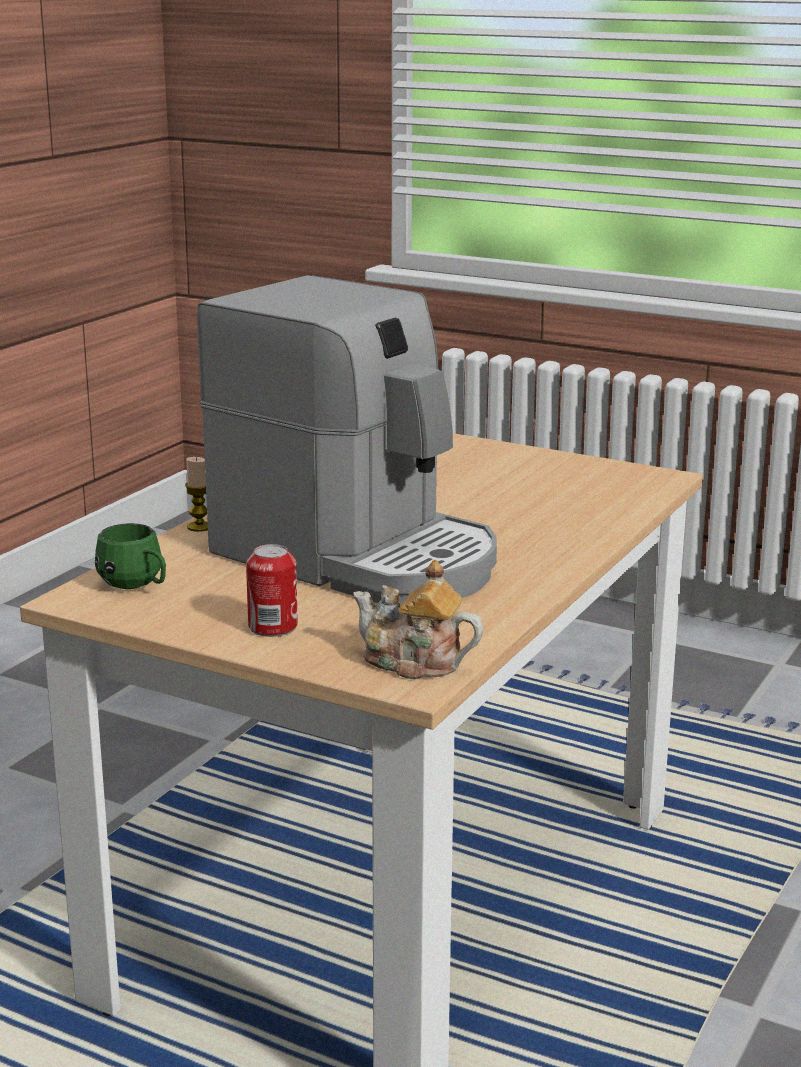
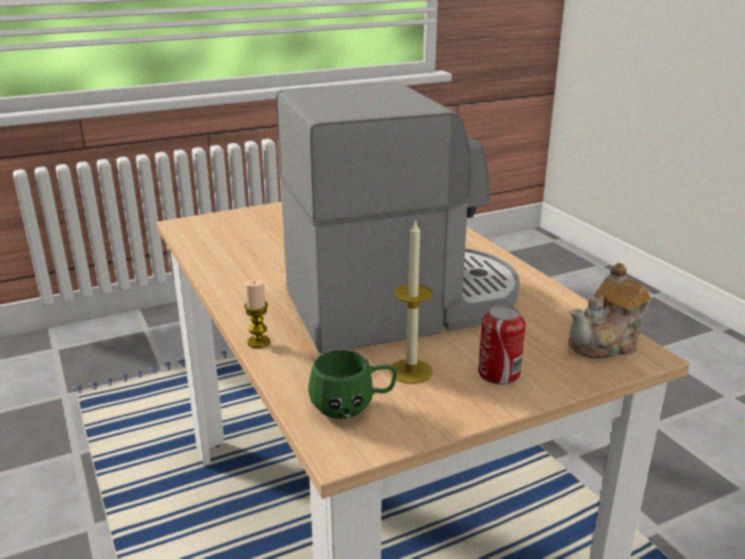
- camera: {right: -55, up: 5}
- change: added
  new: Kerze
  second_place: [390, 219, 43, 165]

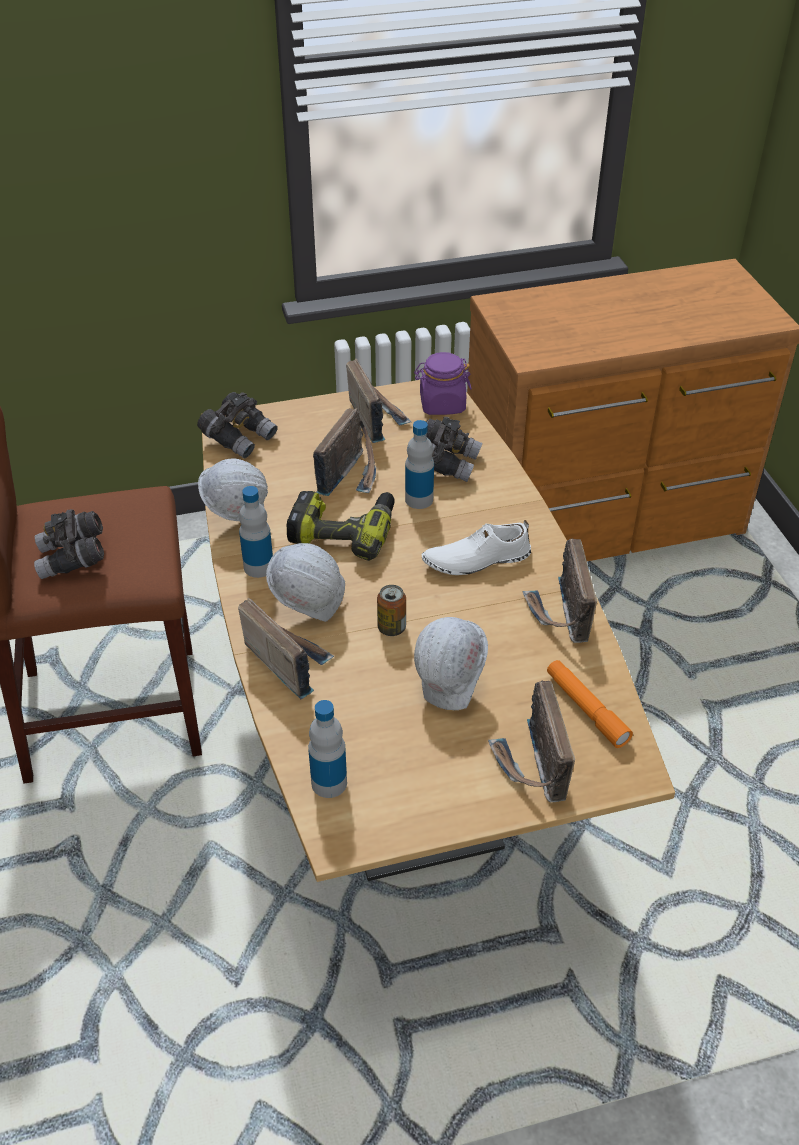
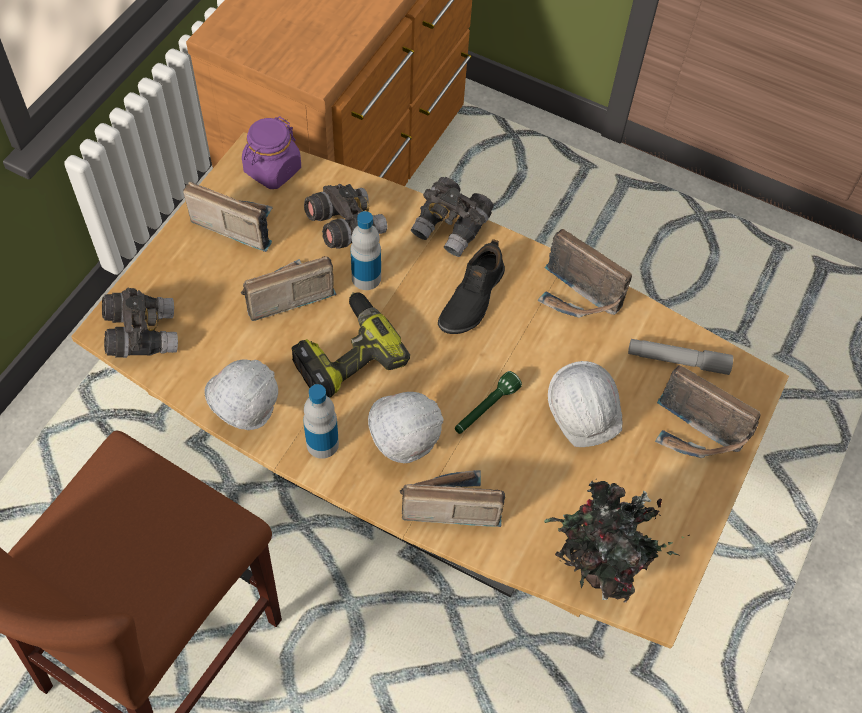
- camera: {right: -50, up: 15}
- change: moved
  old: Fernglas/grau
  first_place: [34, 509, 70, 70]
  second_place: [411, 177, 83, 80]
- change: replaced
  old: Flasche
  new: Topfpflanze
  first_place: [308, 700, 39, 98]
  second_place: [544, 481, 145, 122]
- change: replaced
  old: Dose
  new: Taschenlampe/grün
  first_place: [377, 585, 29, 51]
  second_place: [455, 371, 67, 63]
- change: recoloured
  old: Schuh/weiß
  new: Schuh/schwarz
  first_place: [422, 520, 109, 55]
  second_place: [438, 239, 67, 95]
- change: recoloured
  old: Taschenlampe/orange
  new: Taschenlampe/grau
  first_place: [547, 660, 86, 88]
  second_place: [628, 339, 105, 36]
- change: turned
  old: Radio
  first_place: [313, 408, 63, 88]
  second_place: [241, 256, 95, 65]
  degrees: -90

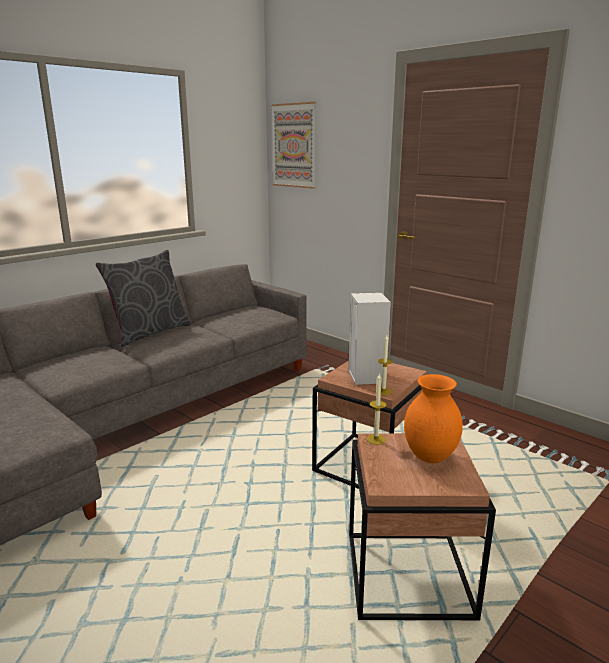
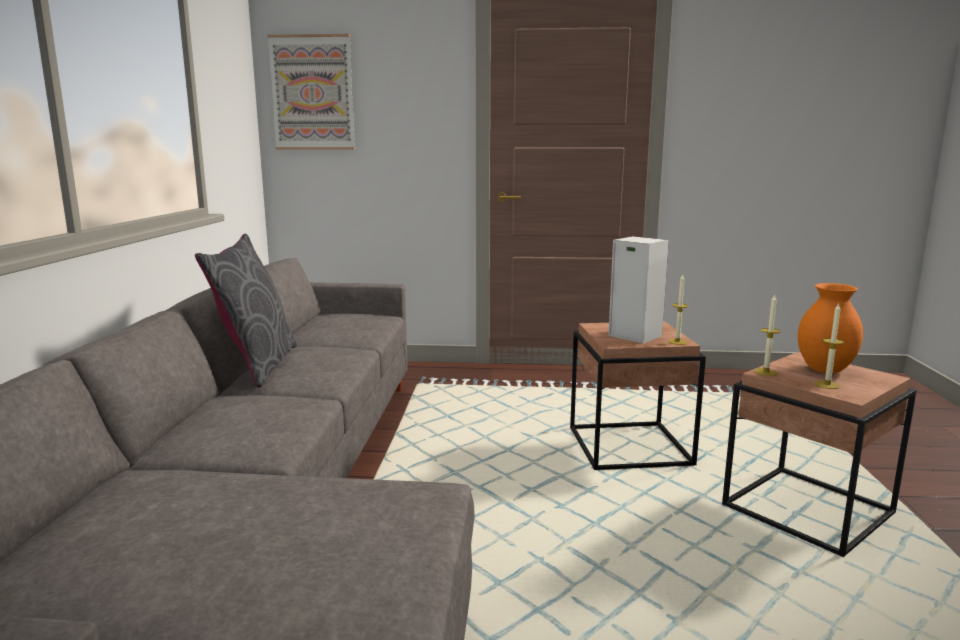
- camera: {right: -40, up: -5}
- change: added
  new: Kerze
  second_place: [815, 303, 29, 86]

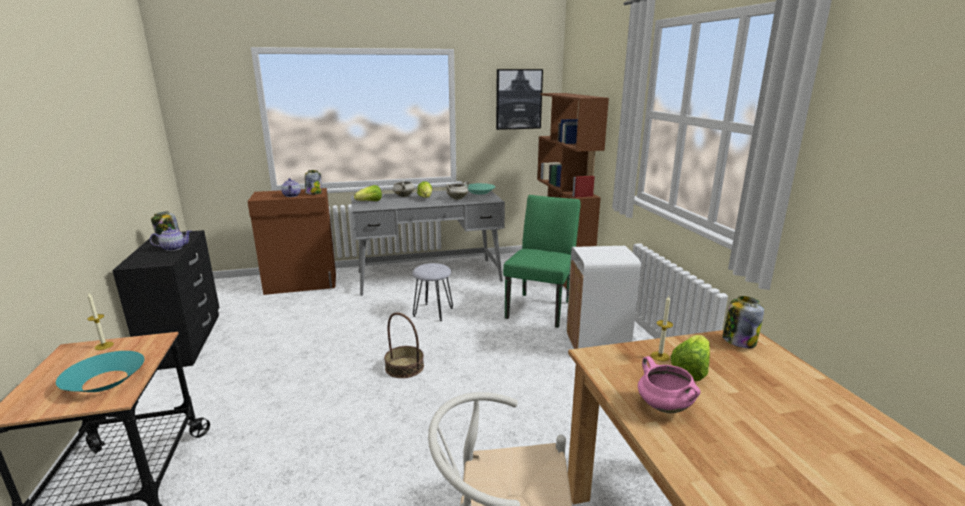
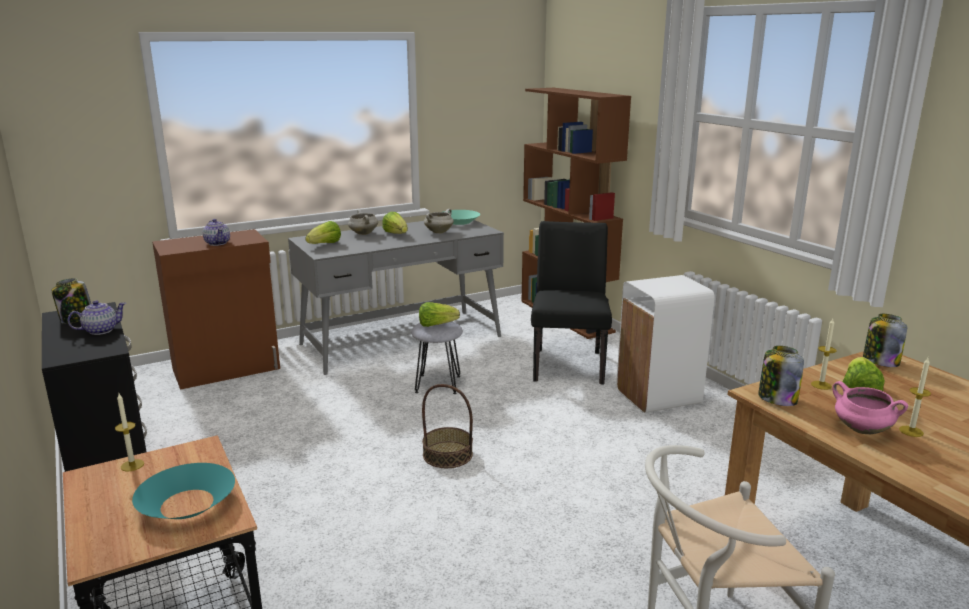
- camera: {right: -15, up: 0}
- change: removed
  old: Bild
  first_place: [496, 69, 47, 61]
- change: added
  new: Salatkopf
  second_place: [419, 302, 41, 25]
- change: added
  new: Kerze
  second_place: [899, 358, 32, 79]
- change: moved
  old: Vorratsglas
  first_place: [305, 170, 17, 24]
  second_place: [758, 346, 46, 60]
- change: recoloured
  old: Stuhl/grün
  new: Stuhl/schwarz
  first_place: [503, 195, 78, 133]
  second_place: [531, 221, 81, 163]

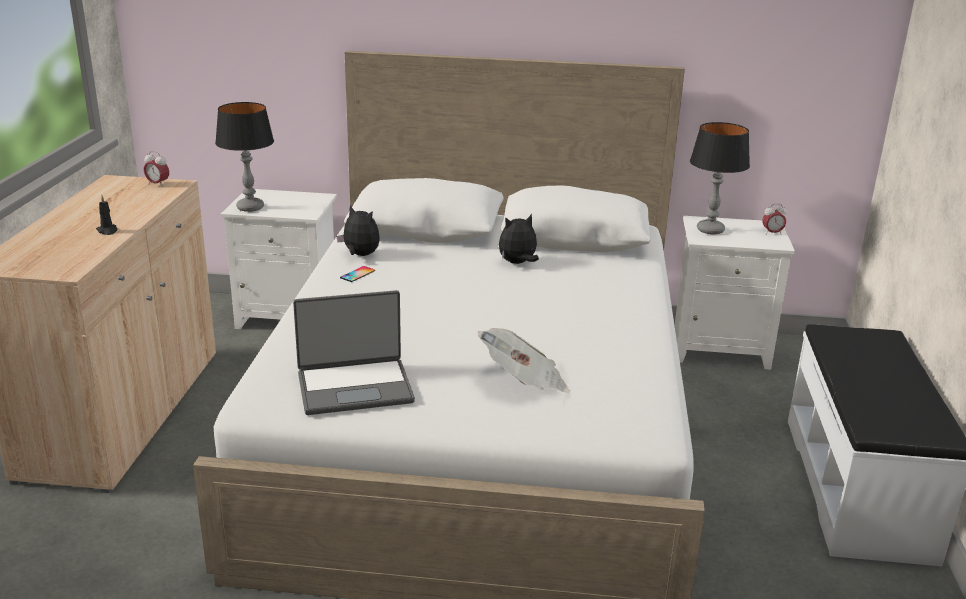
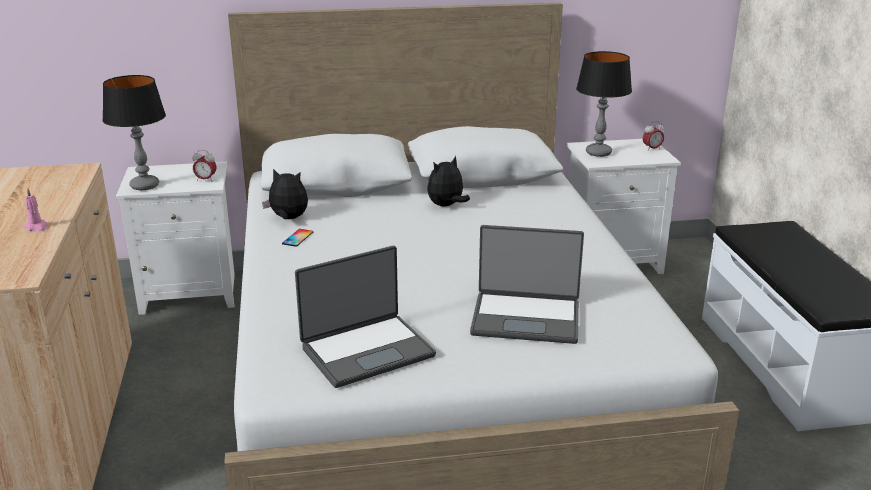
- camera: {right: -15, up: 0}
- change: moved
  old: Wecker
  first_place: [144, 151, 25, 36]
  second_place: [193, 150, 24, 32]
- change: replaced
  old: Zeitung
  new: Laptop
  first_place: [478, 328, 92, 65]
  second_place: [470, 225, 114, 119]
- change: recoloured
  old: Kerze/schwarz
  new: Kerze/rosa
  first_place: [96, 195, 21, 40]
  second_place: [23, 188, 25, 43]

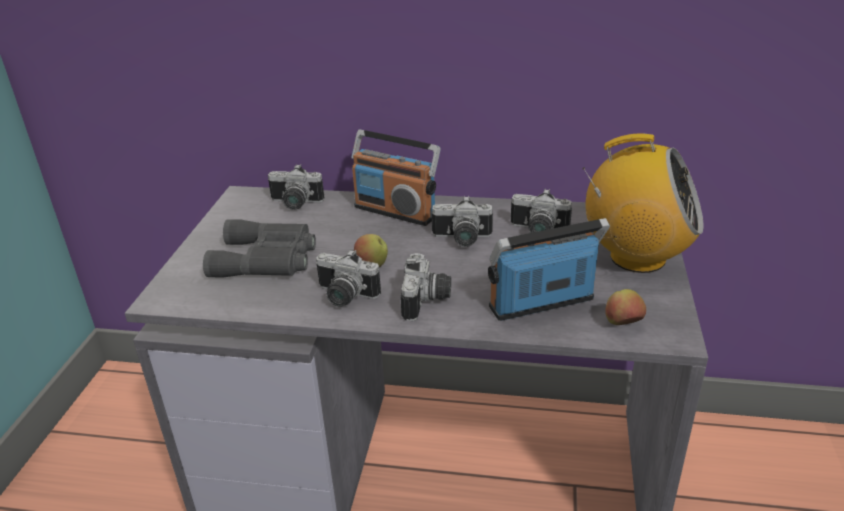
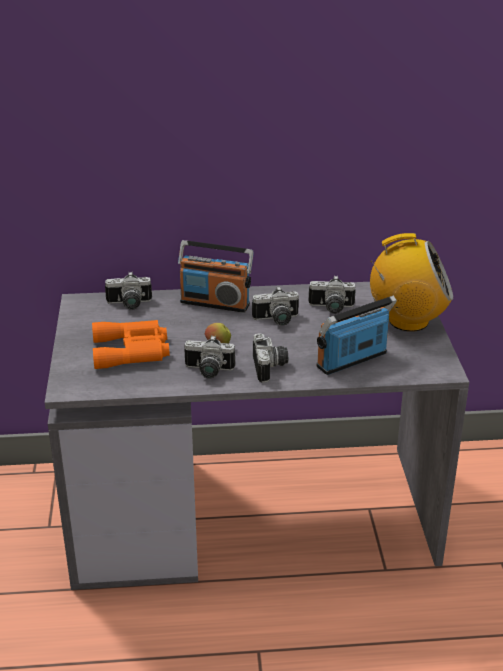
- camera: {right: -15, up: 0}
- change: removed
  old: Apfel
  first_place: [605, 289, 41, 36]
- change: recoloured
  old: Fernglas/grau
  new: Fernglas/orange
  first_place: [203, 219, 113, 59]
  second_place: [92, 320, 78, 49]

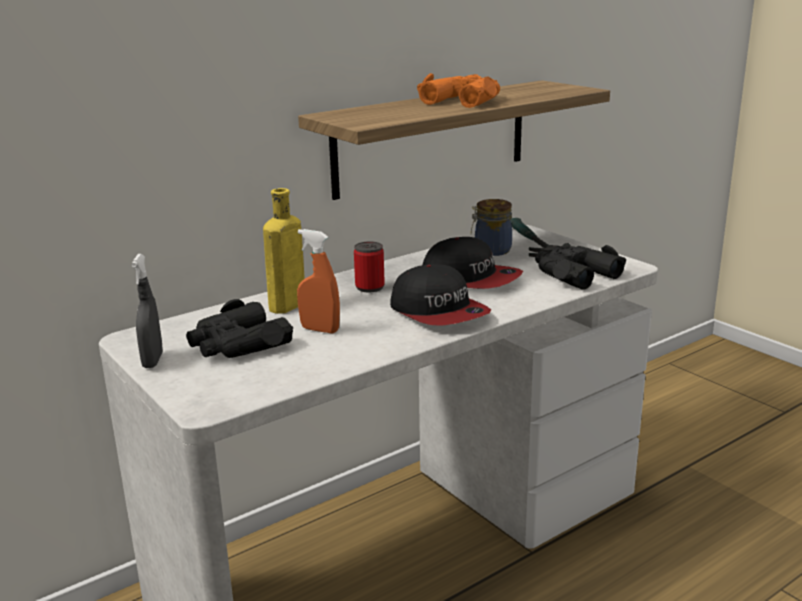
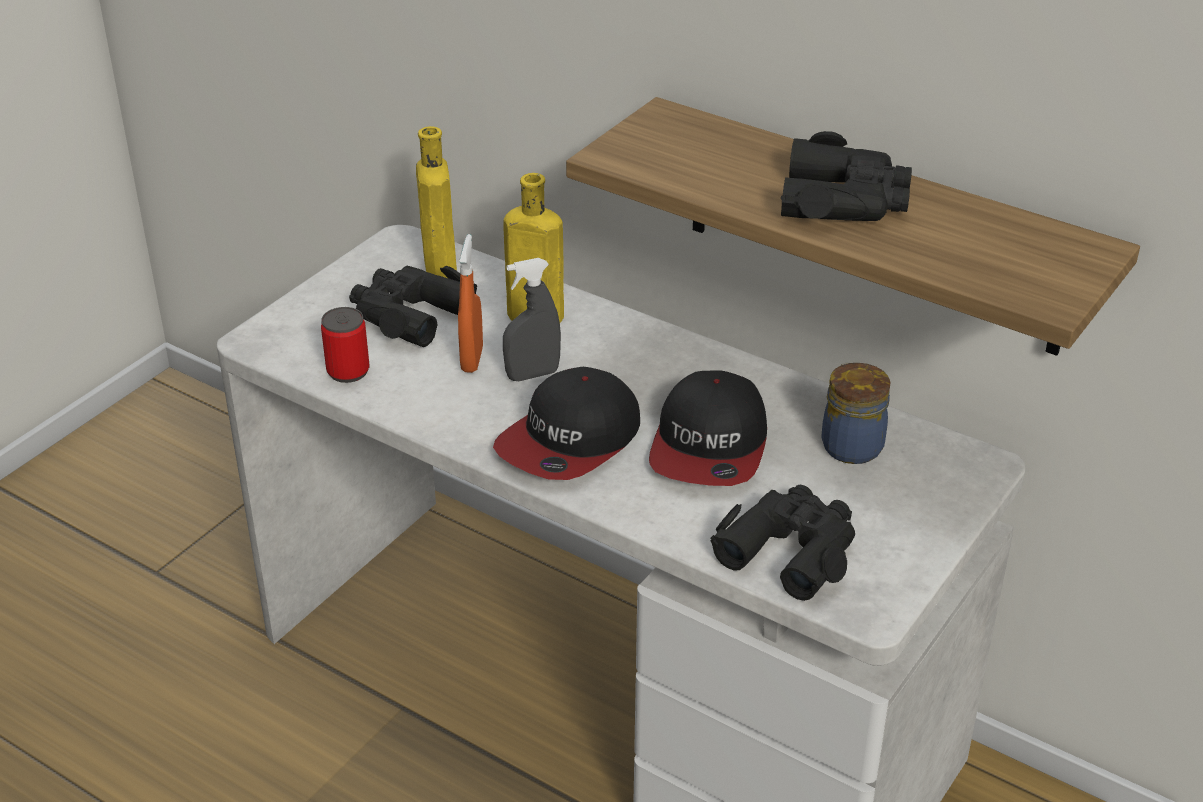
- camera: {right: 70, up: 15}
- change: removed
  old: Hammer
  first_place: [510, 218, 61, 39]
- change: added
  new: Flasche/gelb
  second_place: [416, 126, 41, 152]
- change: moved
  old: Sprühflasche/grau
  first_place: [131, 254, 32, 114]
  second_place: [503, 258, 58, 123]
- change: moved
  old: Dose
  first_place: [354, 241, 31, 51]
  second_place: [321, 307, 48, 76]
- change: recoloured
  old: Fernglas/orange
  new: Fernglas/schwarz
  first_place: [417, 73, 83, 35]
  second_place: [781, 131, 131, 90]

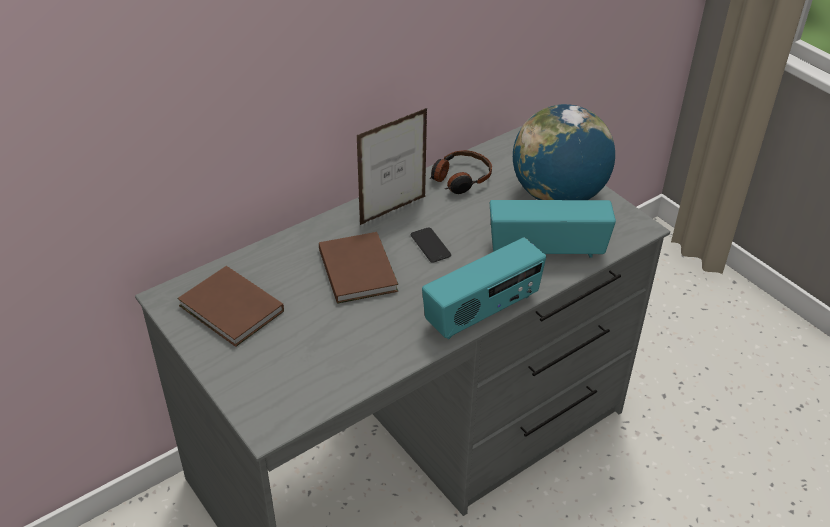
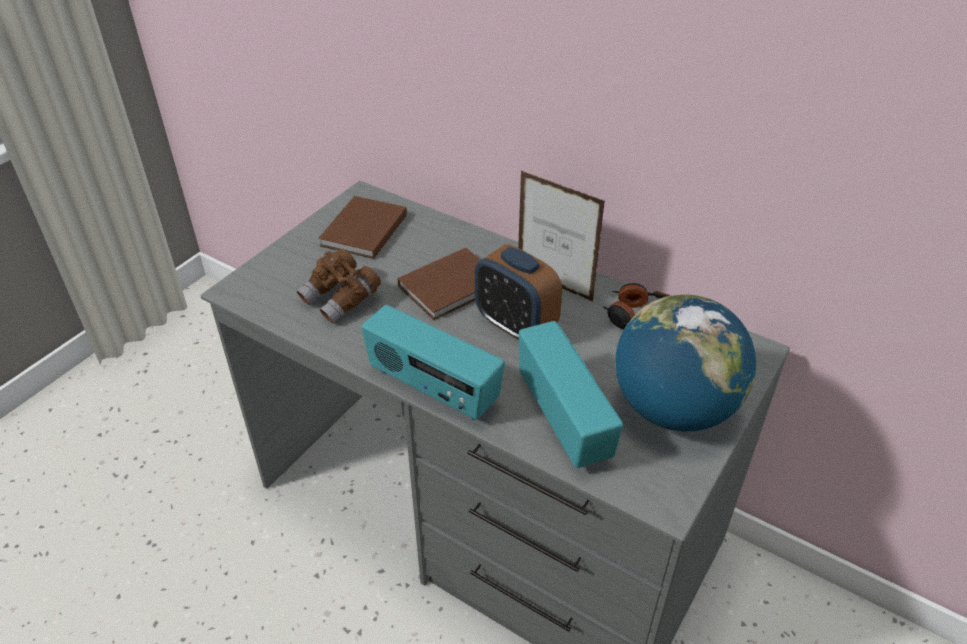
- camera: {right: 70, up: 0}
- change: added
  new: Fernglas/braun
  second_place: [297, 249, 84, 74]
- change: replaced
  old: Handy
  new: Wecker
  first_place: [411, 227, 40, 36]
  second_place: [475, 244, 87, 97]

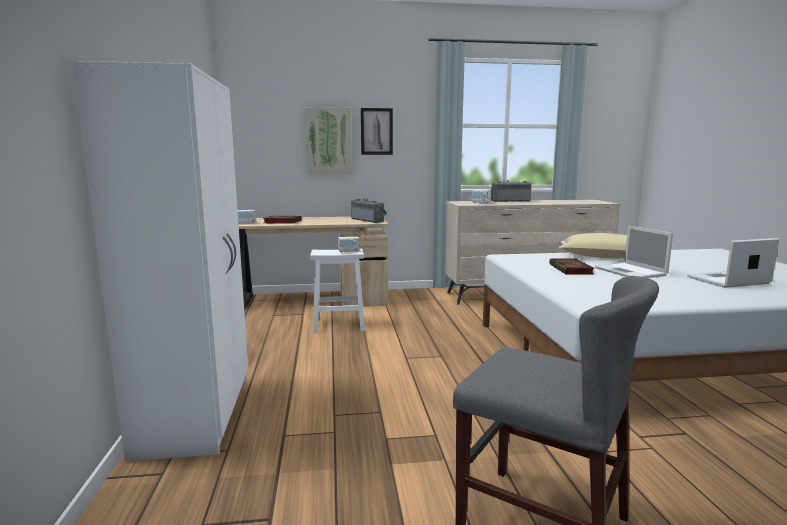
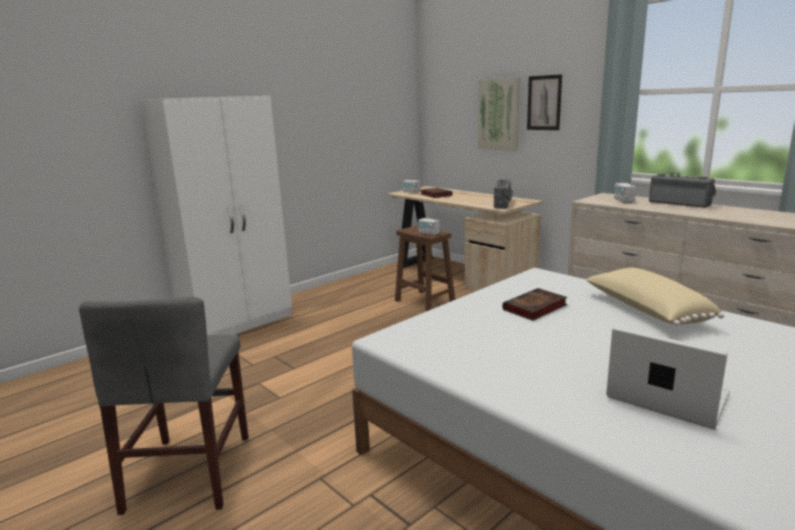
- camera: {right: 55, up: 5}
- change: removed
  old: Laptop
  first_place: [595, 226, 78, 52]
- change: recoloured
  old: Hocker/weiß
  new: Hocker/braun
  first_place: [310, 249, 55, 84]
  second_place: [395, 226, 60, 86]

